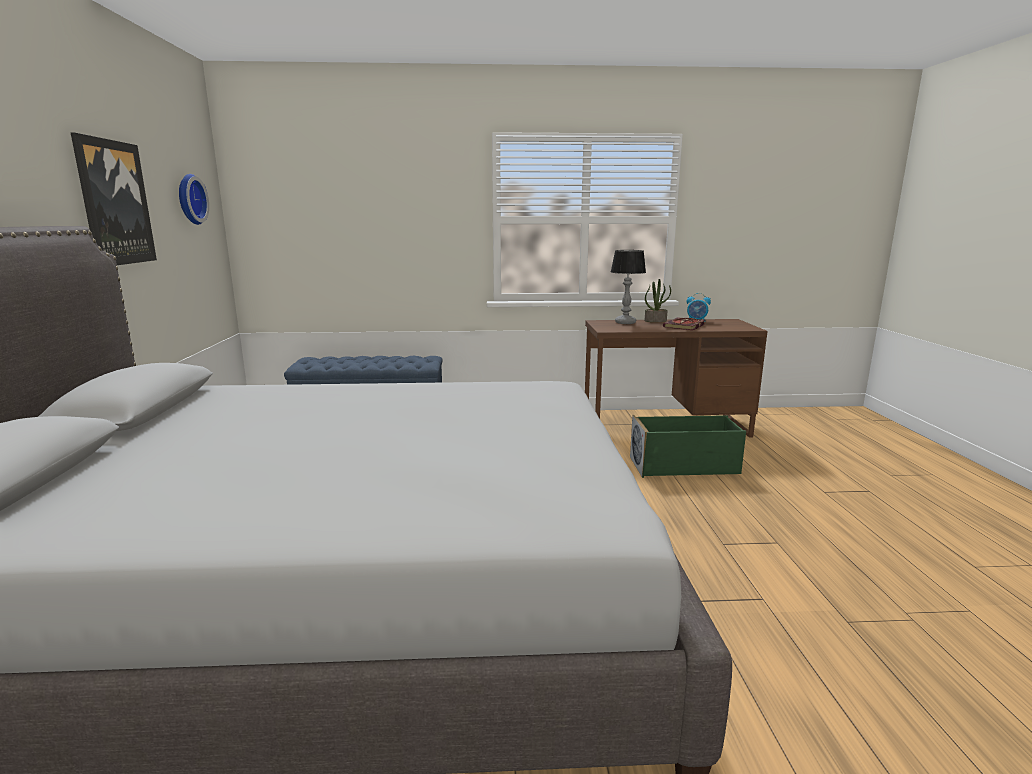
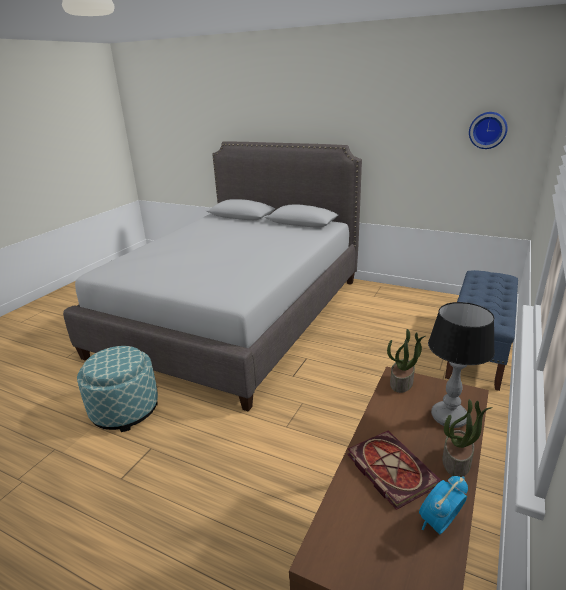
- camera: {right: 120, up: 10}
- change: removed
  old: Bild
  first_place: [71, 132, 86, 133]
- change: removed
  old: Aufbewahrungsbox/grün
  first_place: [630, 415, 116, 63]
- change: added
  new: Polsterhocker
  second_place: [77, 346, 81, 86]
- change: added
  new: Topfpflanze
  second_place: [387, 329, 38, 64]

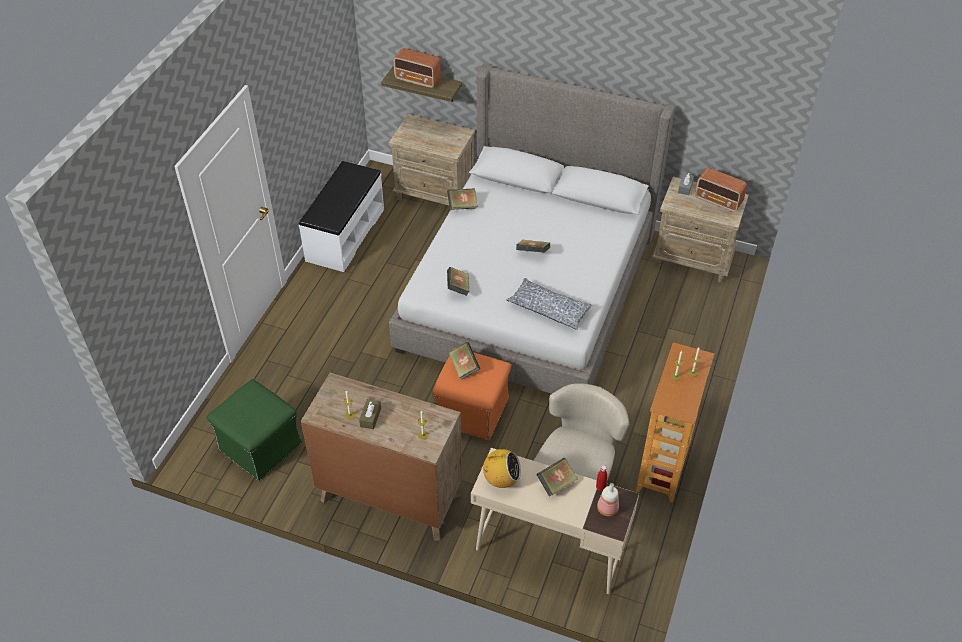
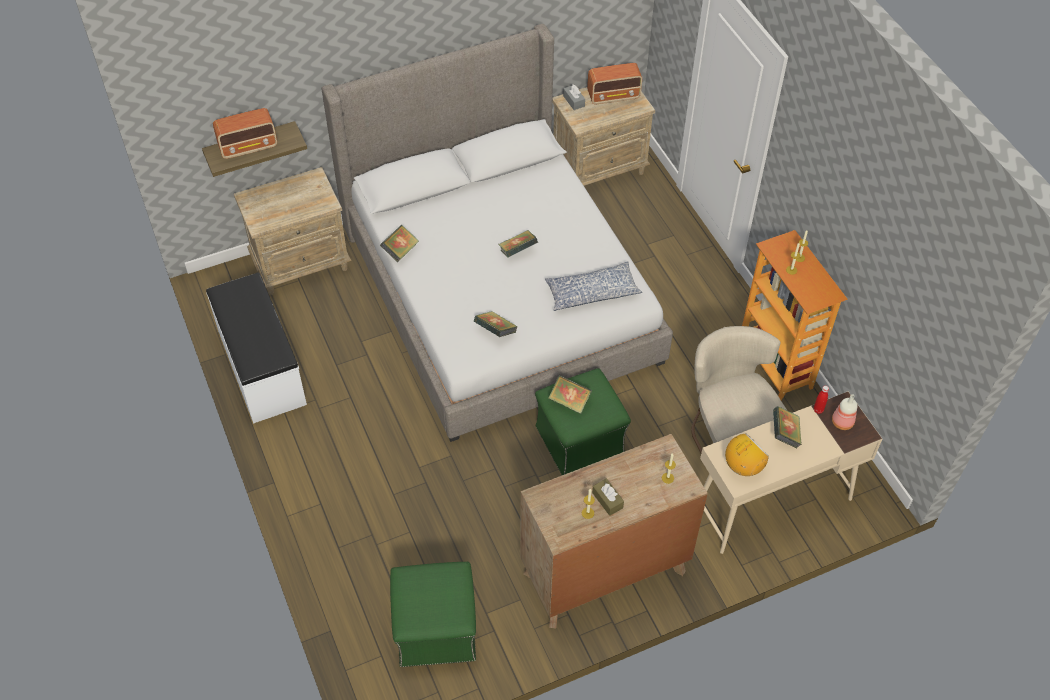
- camera: {right: -45, up: 5}
- change: recoloured
  old: Polsterhocker/orange
  new: Polsterhocker/grün
  first_place: [432, 348, 79, 92]
  second_place: [535, 368, 96, 107]

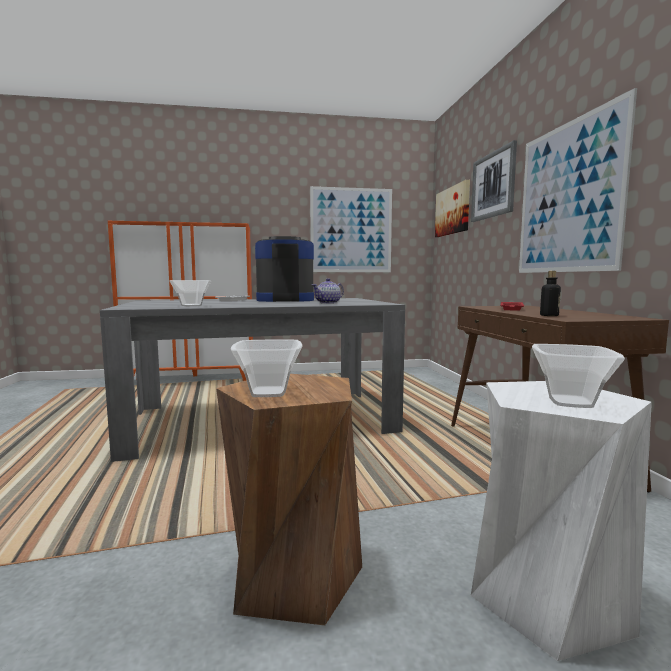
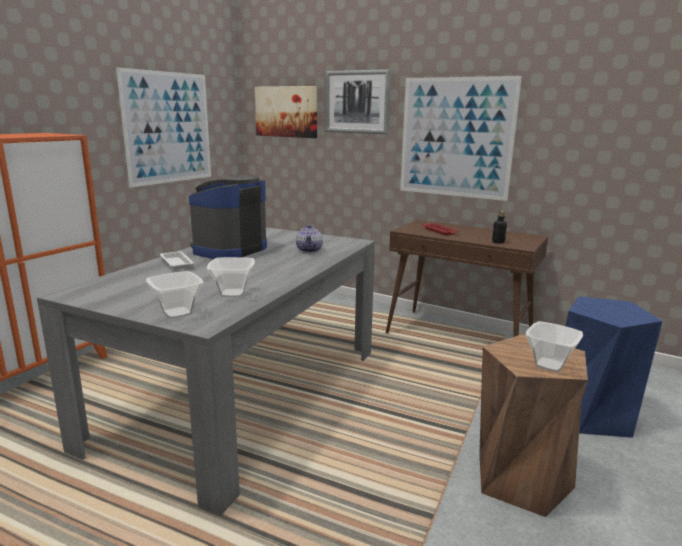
- camera: {right: -50, up: 10}
- change: moved
  old: Schüssel
  first_place: [532, 344, 93, 64]
  second_place: [146, 271, 58, 48]
- change: recoloured
  old: Hocker/weiß
  new: Hocker/blau
  first_place: [471, 381, 181, 280]
  second_place: [566, 296, 97, 142]

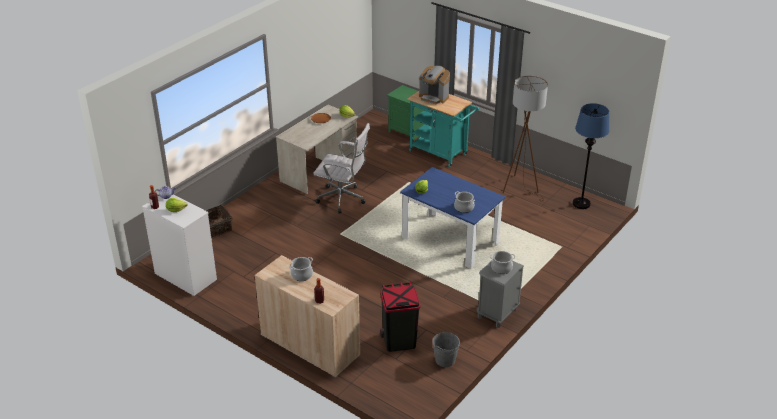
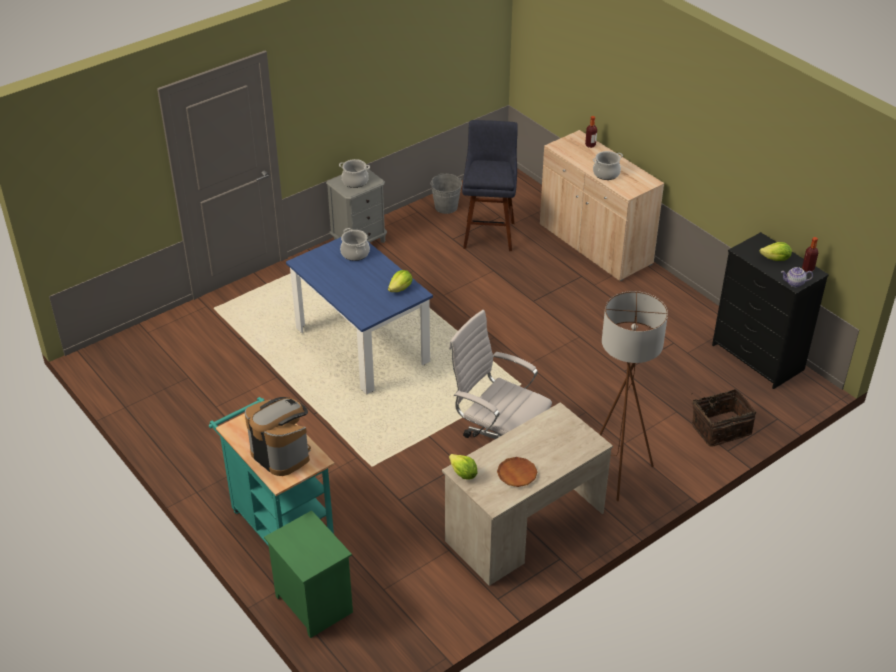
- camera: {right: -165, up: 5}
- change: removed
  old: Stehlampe/blau
  first_place: [573, 103, 36, 106]
- change: moved
  old: Stehlampe/braun
  first_place: [503, 76, 45, 125]
  second_place: [599, 291, 69, 210]
- change: replaced
  old: Mülleimer/schwarz
  new: Hocker/blau
  first_place: [380, 282, 41, 70]
  second_place: [462, 120, 56, 131]
- change: recoloured
  old: Kommode/weiß
  new: Kommode/schwarz
  first_place: [142, 194, 75, 102]
  second_place: [712, 232, 117, 157]

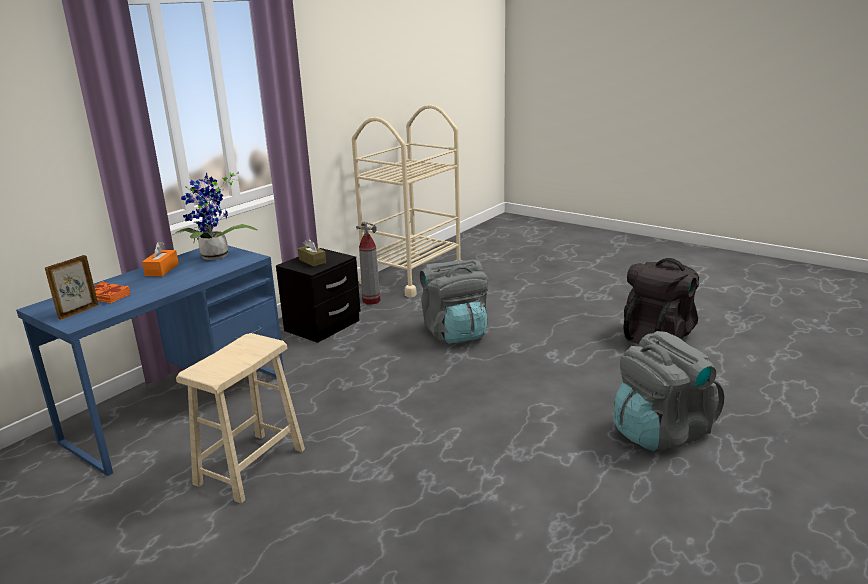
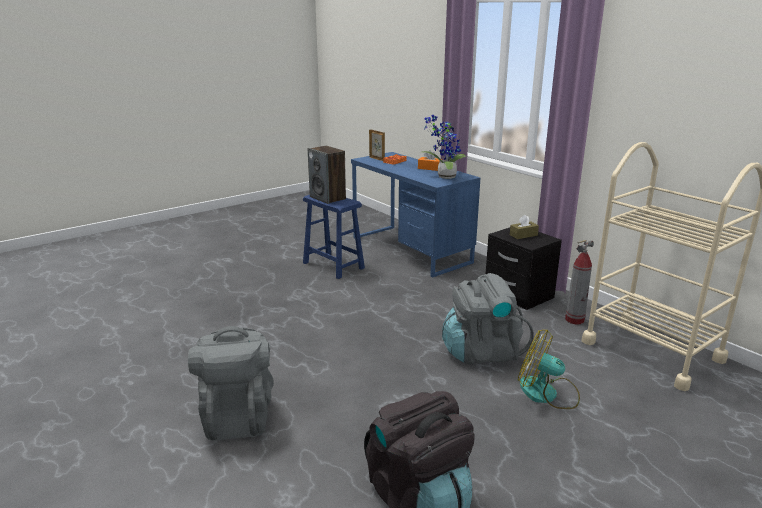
- camera: {right: 105, up: 0}
- change: added
  new: Lautsprecher
  second_place: [308, 146, 38, 58]
- change: added
  new: Ventilator
  second_place: [518, 330, 62, 79]
- change: recoloured
  old: Hocker/beige
  new: Hocker/blau
  first_place: [176, 333, 129, 170]
  second_place: [303, 195, 62, 84]

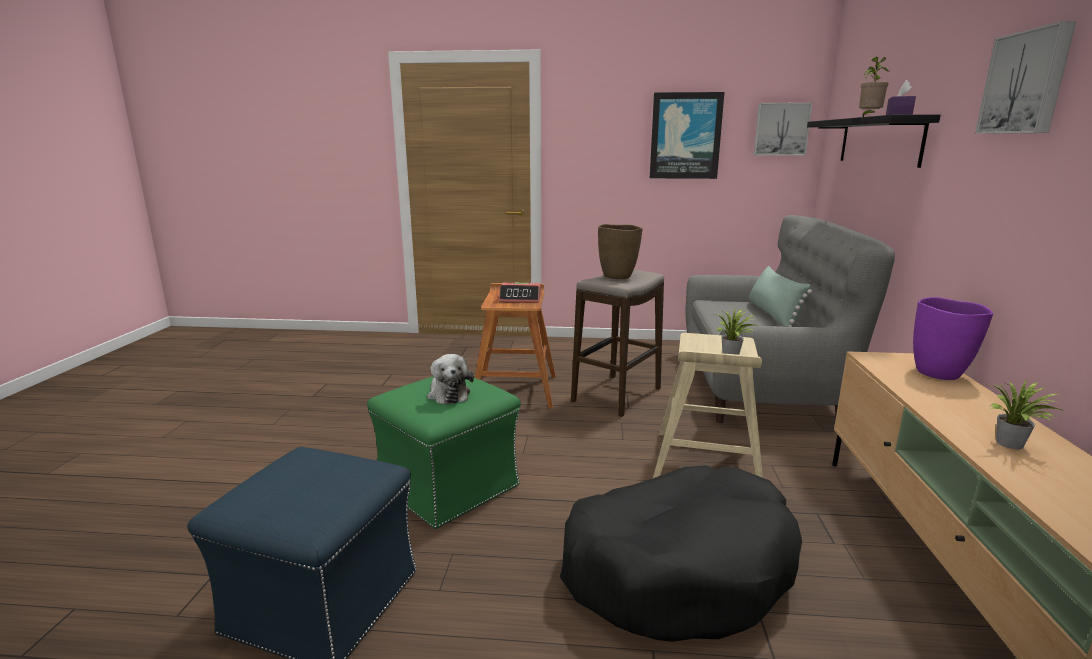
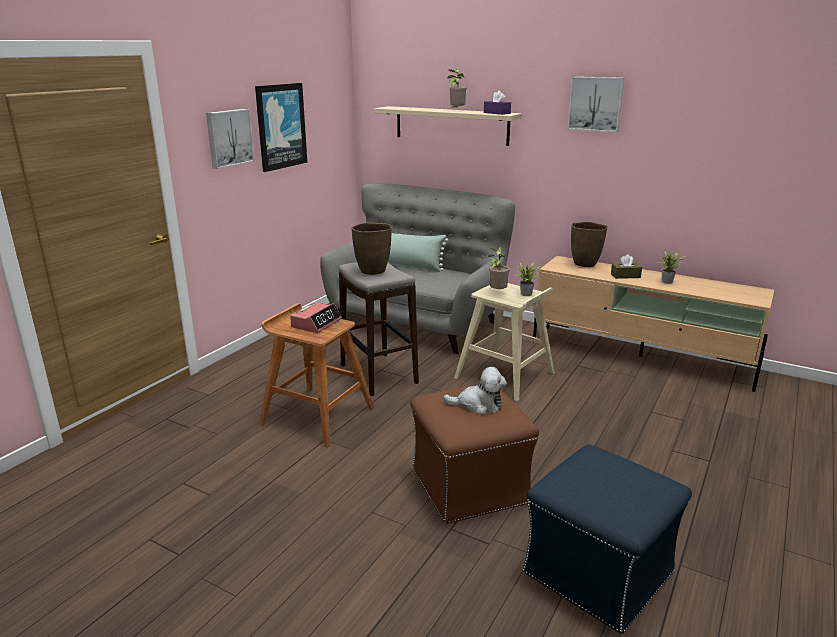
- camera: {right: -65, up: 5}
- change: removed
  old: Hundebett/schwarz
  first_place: [560, 465, 242, 177]
- change: added
  new: Topfpflanze
  second_place: [488, 247, 22, 42]
- change: added
  new: Taschentuchbox/braun
  second_place: [611, 254, 31, 25]
- change: moved
  old: Bild
  first_place: [753, 102, 60, 54]
  second_place: [206, 109, 49, 60]
- change: recoloured
  old: Polsterhocker/grün
  new: Polsterhocker/braun
  first_place: [367, 376, 154, 153]
  second_place: [410, 385, 129, 139]
- change: recoloured
  old: Wandregal/schwarz
  new: Wandregal/beige
  first_place: [807, 114, 134, 54]
  second_place: [374, 106, 148, 40]
- change: recoloured
  old: Vase/lila
  new: Vase/braun
  first_place: [913, 297, 80, 83]
  second_place: [571, 222, 36, 45]

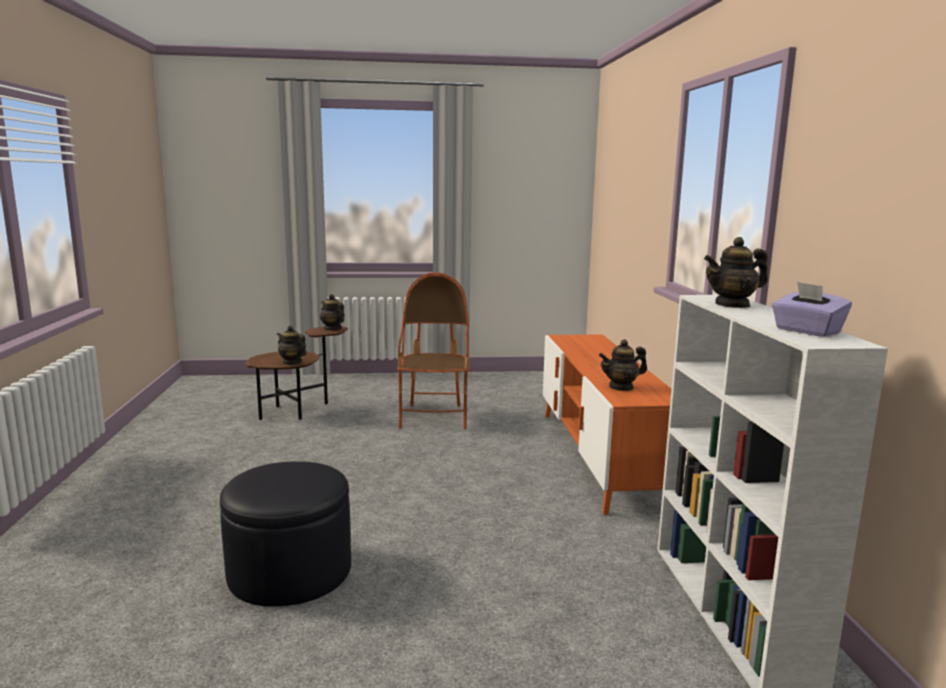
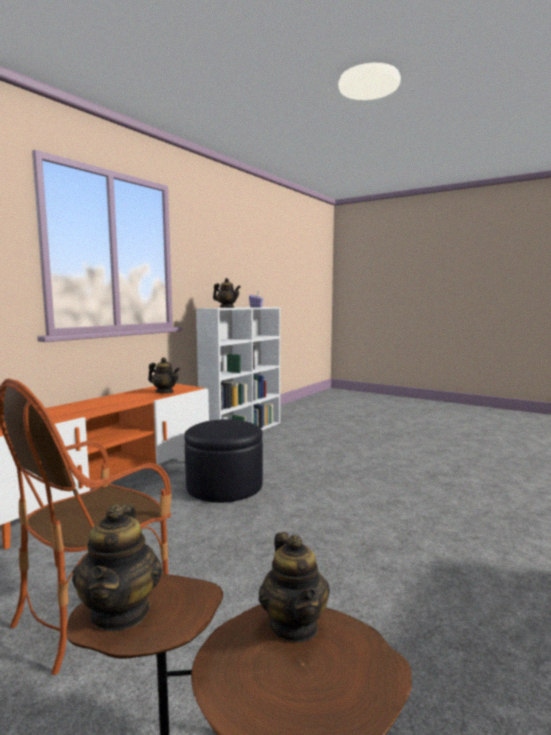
- camera: {right: -140, up: -5}
- change: moved
  old: Polsterhocker/schwarz
  first_place: [220, 461, 131, 145]
  second_place: [184, 419, 79, 84]

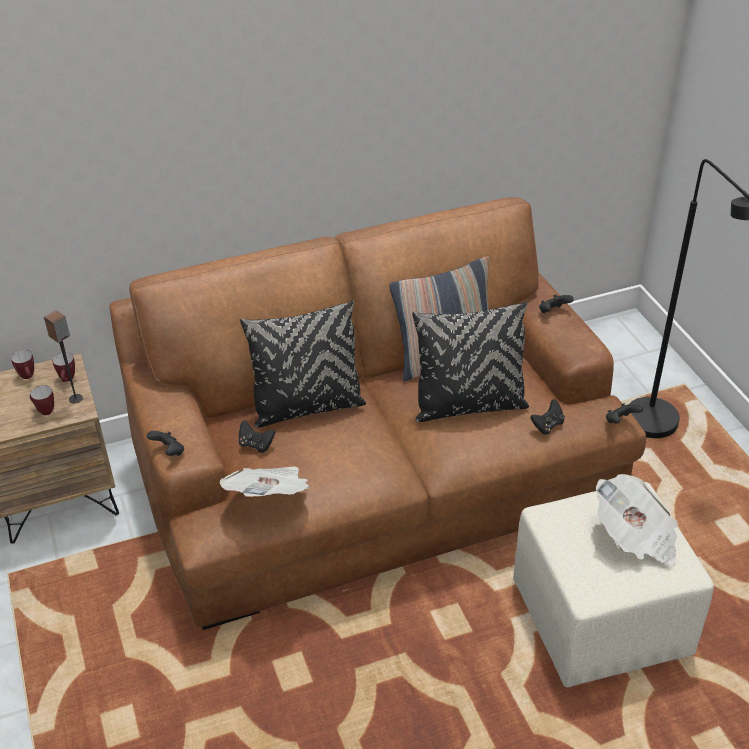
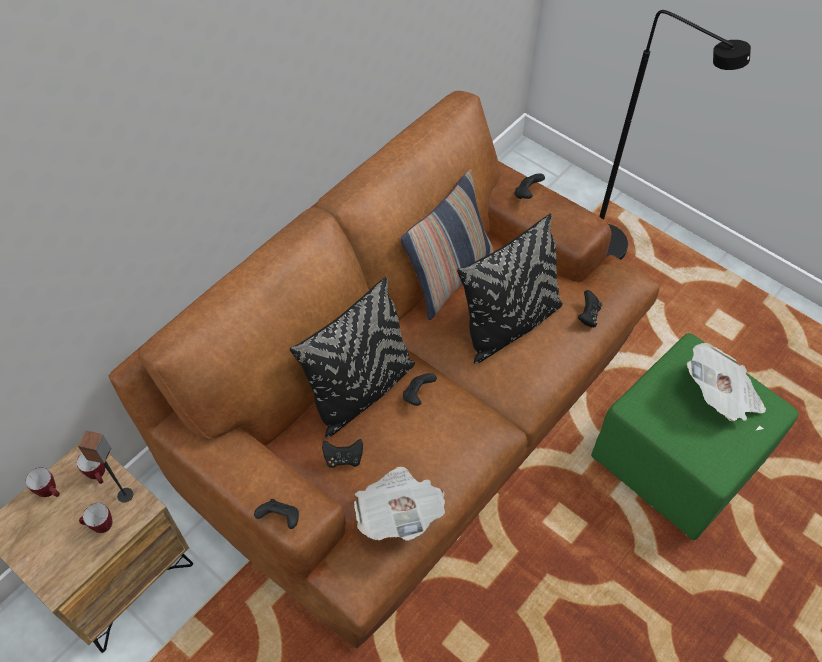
- camera: {right: -30, up: 15}
- change: moved
  old: Gamepad/schwarz
  first_place: [606, 403, 37, 20]
  second_place: [403, 373, 34, 33]
- change: recoloured
  old: Polsterhocker/beige
  new: Polsterhocker/grün
  first_place: [513, 482, 201, 205]
  second_place: [591, 333, 208, 207]

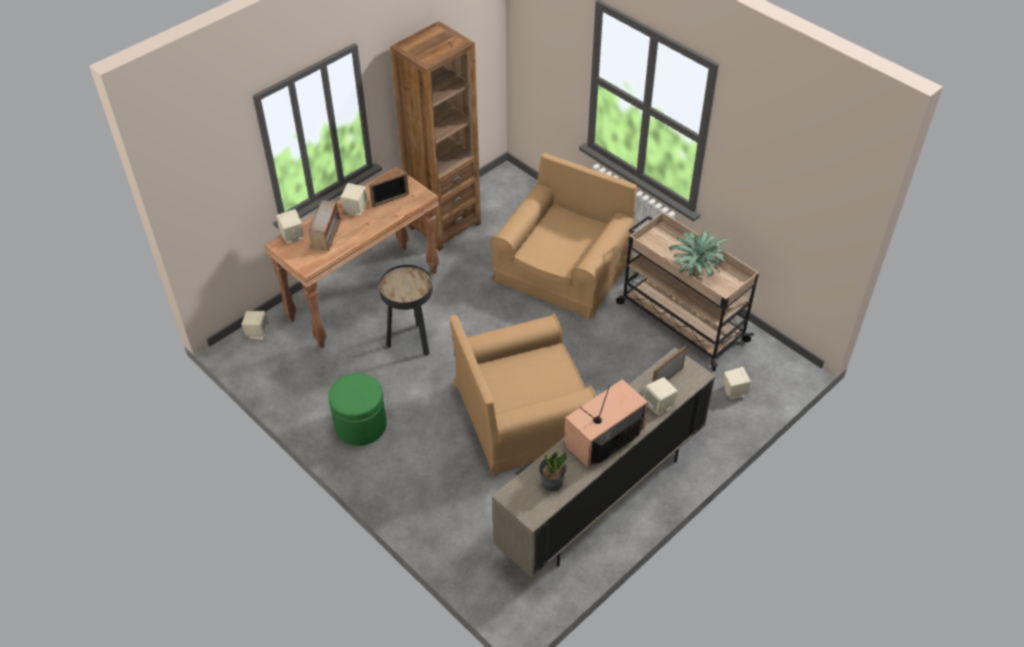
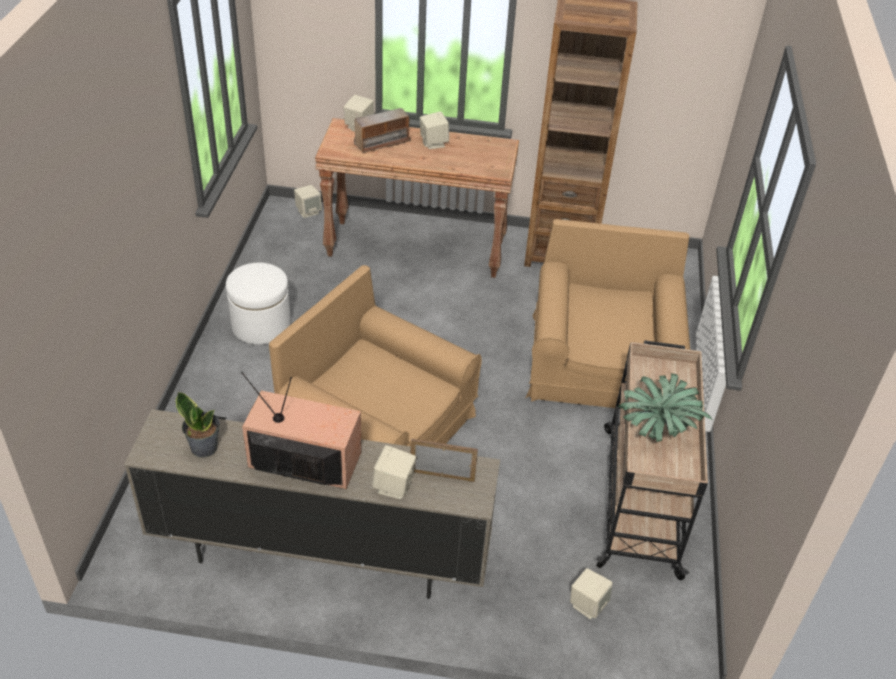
- camera: {right: 50, up: -5}
- change: removed
  old: Bilderrahmen
  first_place: [369, 172, 40, 35]
- change: removed
  old: Beistelltisch/schwarz
  first_place: [379, 265, 53, 91]
- change: recoloured
  old: Polsterhocker/grün
  new: Polsterhocker/weiß
  first_place: [328, 373, 59, 73]
  second_place: [226, 263, 65, 82]
- change: turned
  old: Sessel/braun
  first_place: [490, 153, 147, 167]
  second_place: [526, 219, 164, 189]
  degrees: -75

